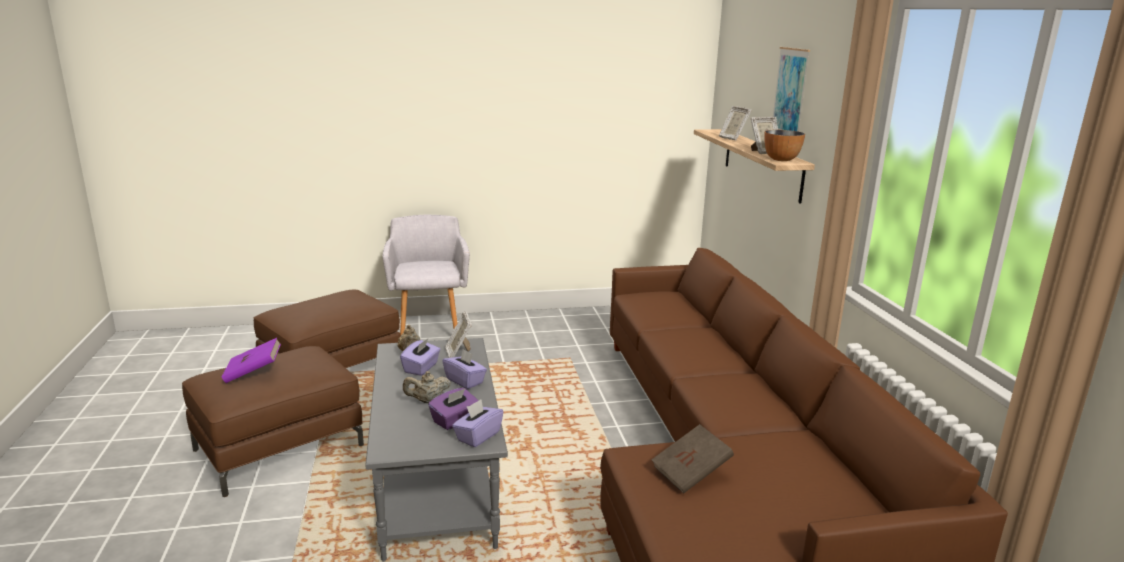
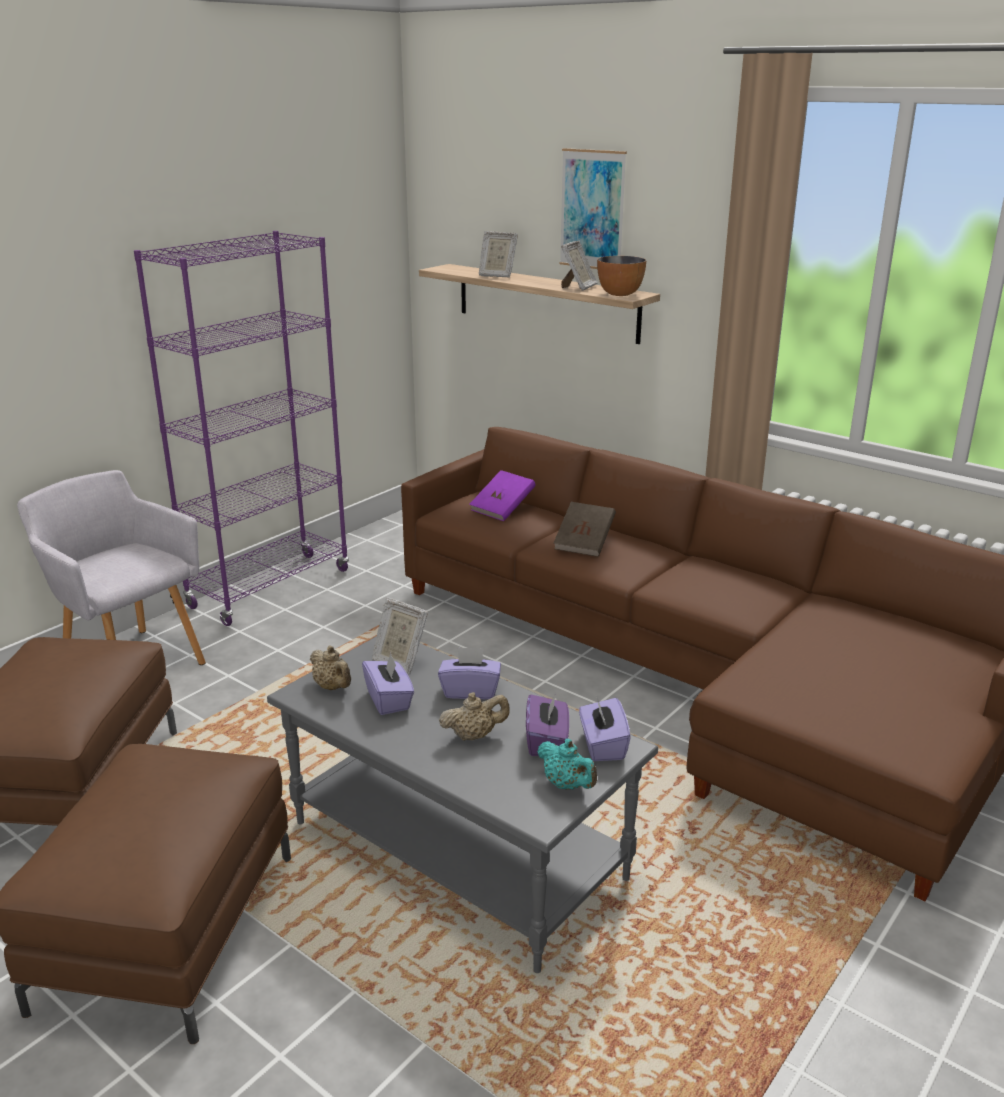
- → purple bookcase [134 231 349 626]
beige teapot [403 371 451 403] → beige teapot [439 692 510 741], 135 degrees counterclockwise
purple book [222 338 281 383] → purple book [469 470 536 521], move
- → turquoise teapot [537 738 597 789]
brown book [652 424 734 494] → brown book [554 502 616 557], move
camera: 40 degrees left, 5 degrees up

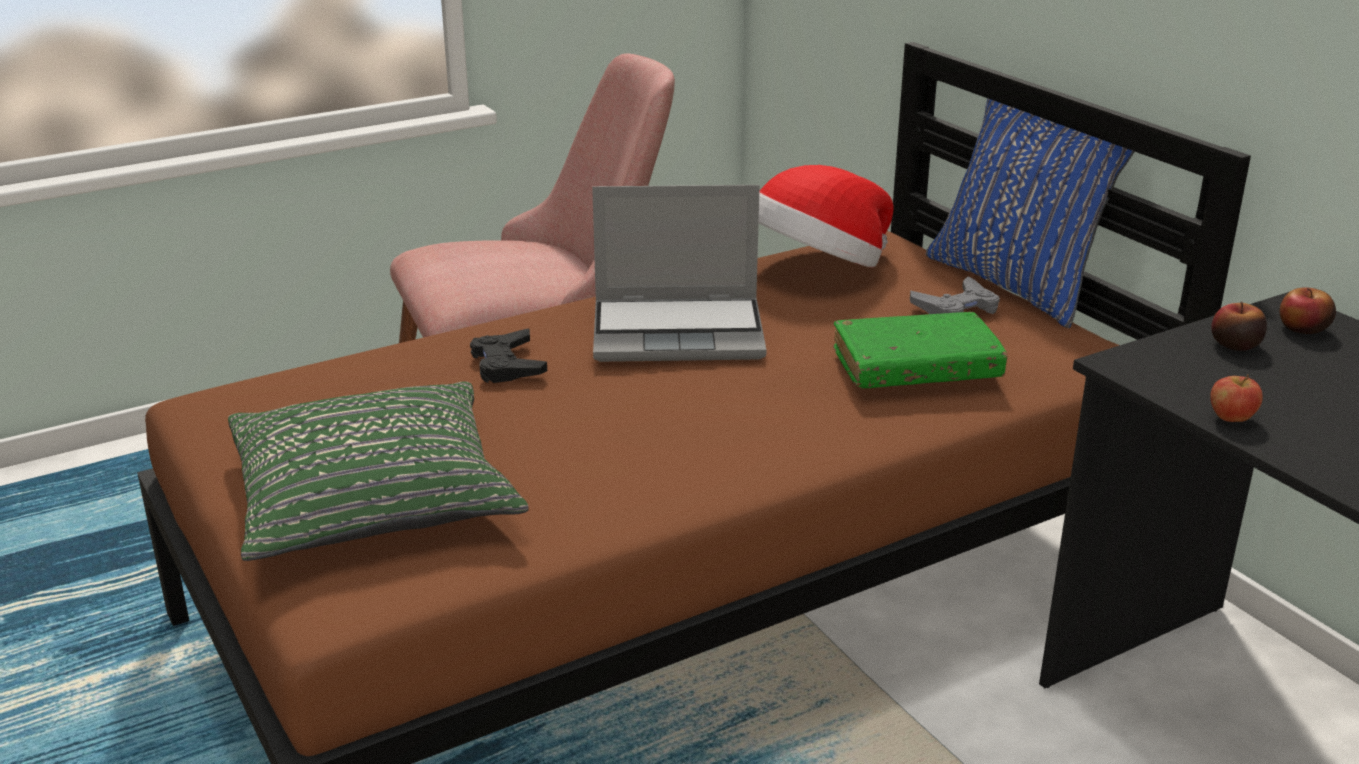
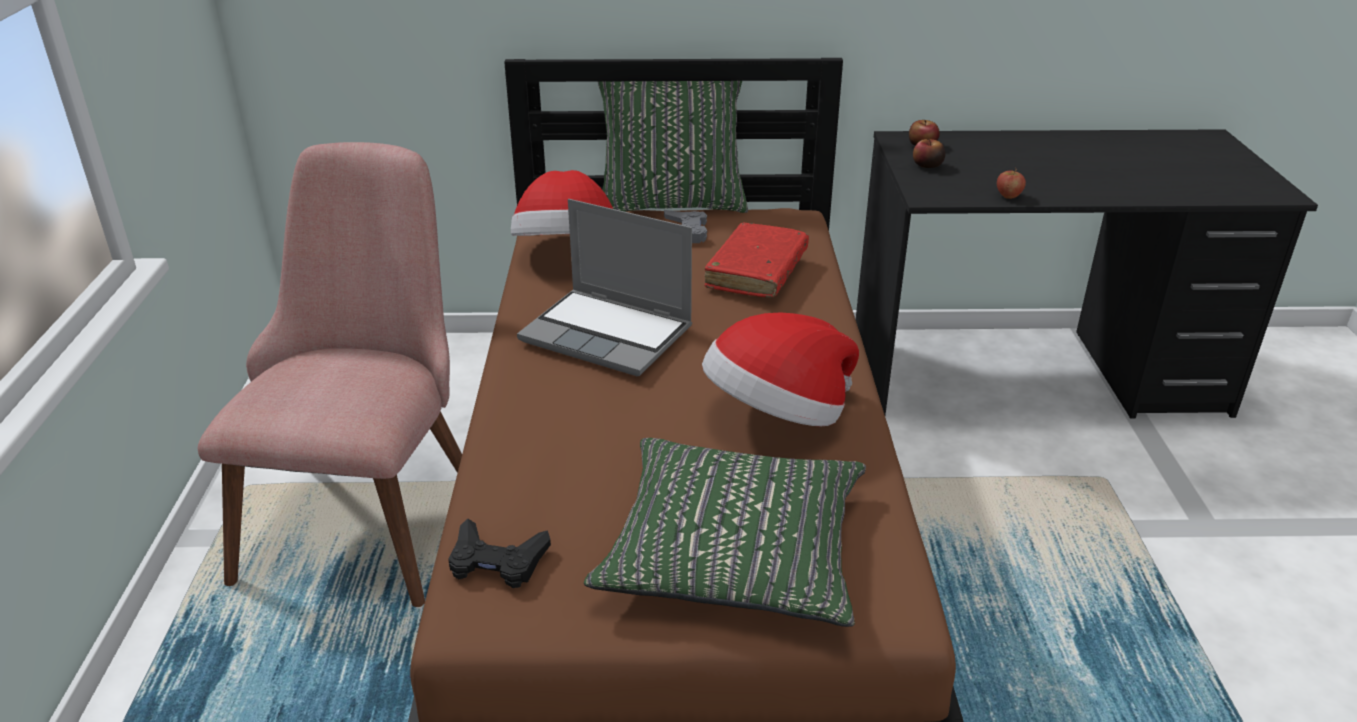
black game controller [470 328 547 383] → black game controller [449 518 551 588], move
laptop [592 185 766 362] → laptop [517 199 692 376], 90 degrees clockwise
blue pillow [926 98 1135 328] → green pillow [597 81 748 213]
- → hat [702 312 859 426]
green book [833 312 1008 388] → red book [704 223 809 298]
camera: 60 degrees left, 5 degrees up

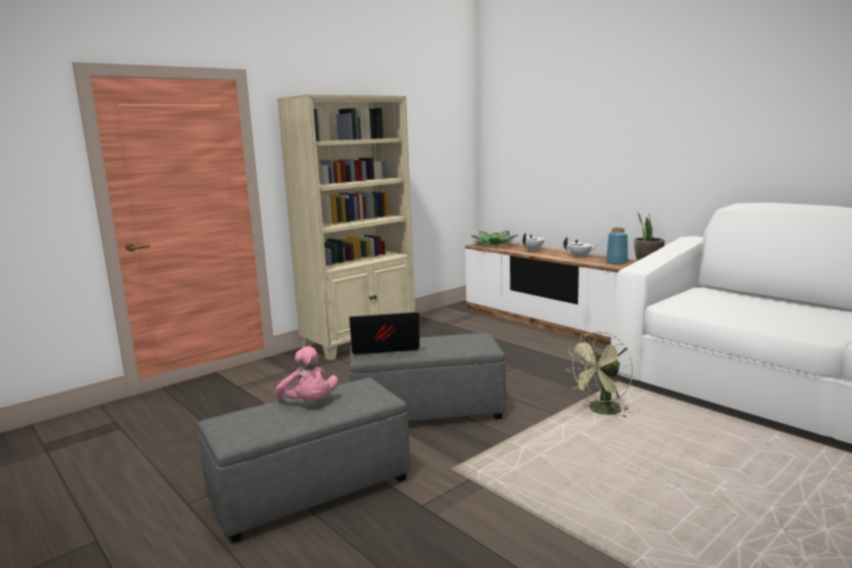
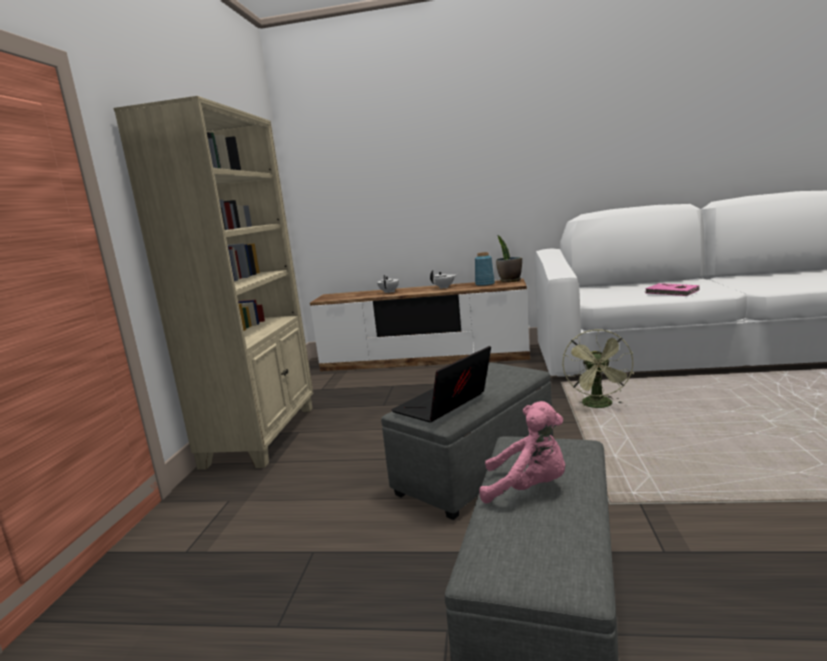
- → pink book [645 283 699 296]
potted plant [472 231 518 245] → -
camera: 40 degrees left, 0 degrees up

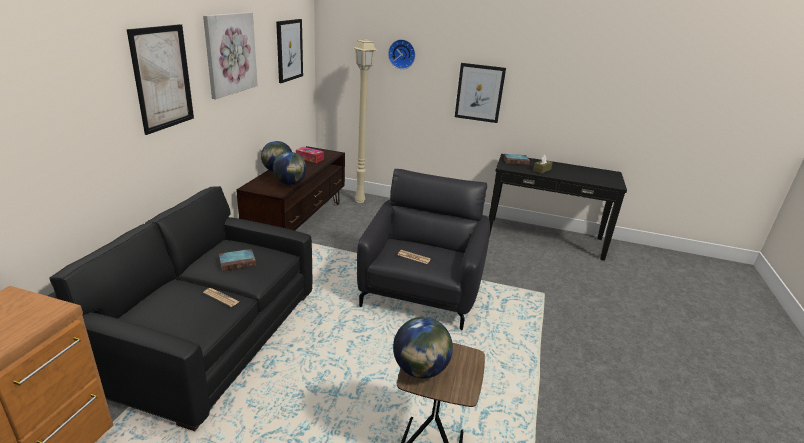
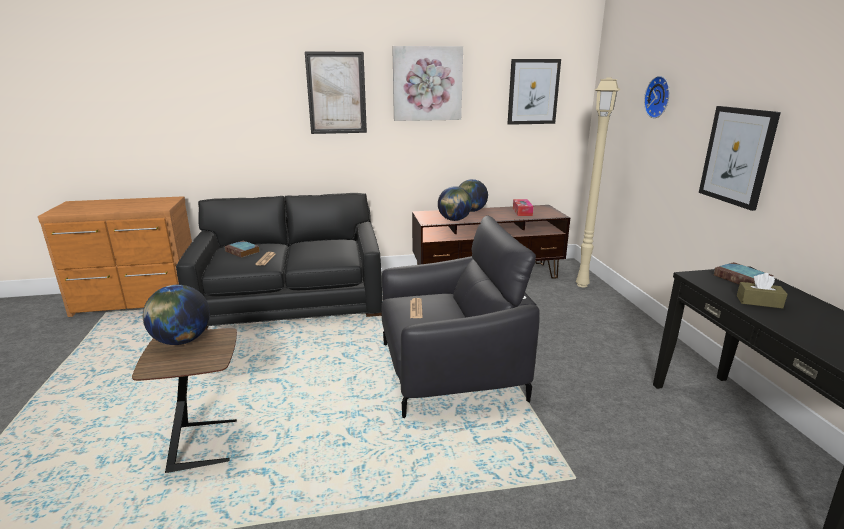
book [219 249 256 272] → book [224 241 260 258], move
camera: 65 degrees right, 5 degrees down

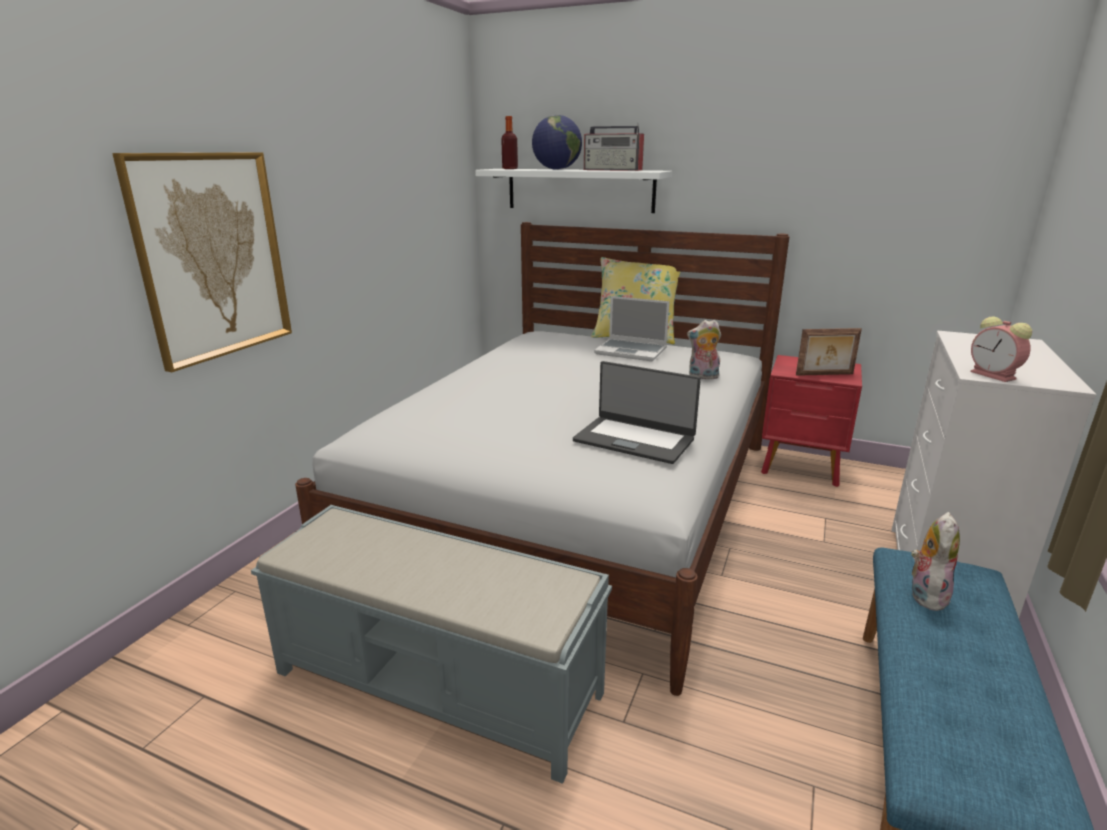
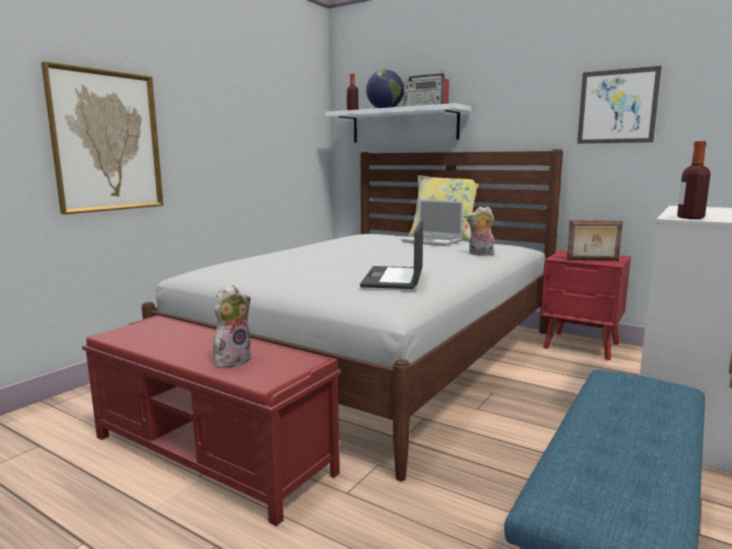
grey bench [251 505 612 784] → red bench [82 315 341 526]
plush toy [911 512 960 611] → plush toy [213 285 251 368], move
laptop [573 361 701 464] → laptop [360 220 423 289], 60 degrees clockwise
- → picture [577 66 662 144]
alarm clock [970 317 1032 382] → bottle [677 141 711 219]
camera: 10 degrees right, 10 degrees down

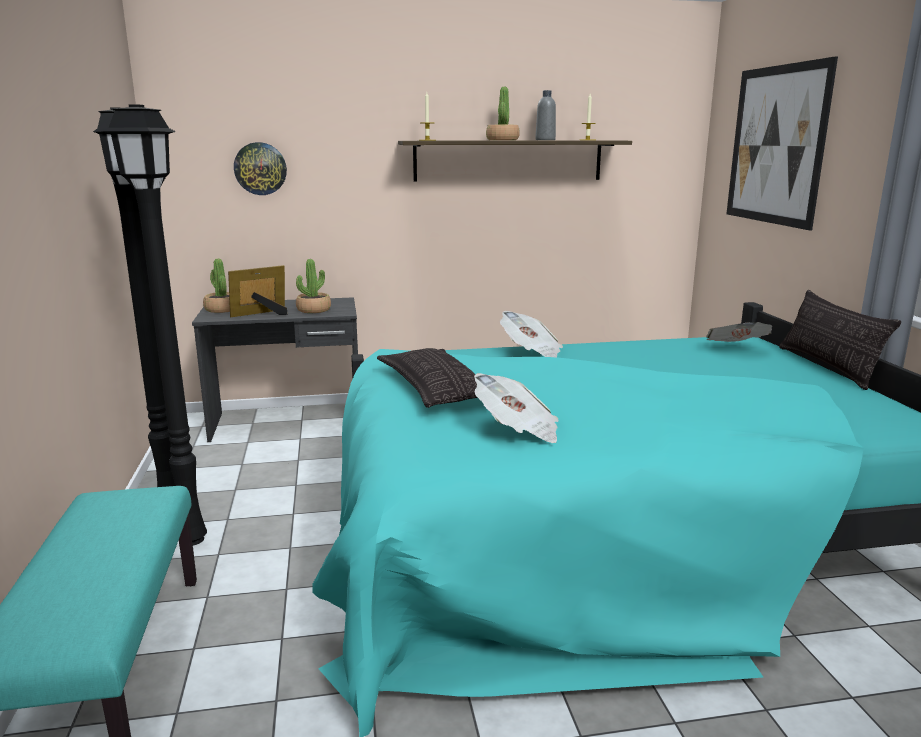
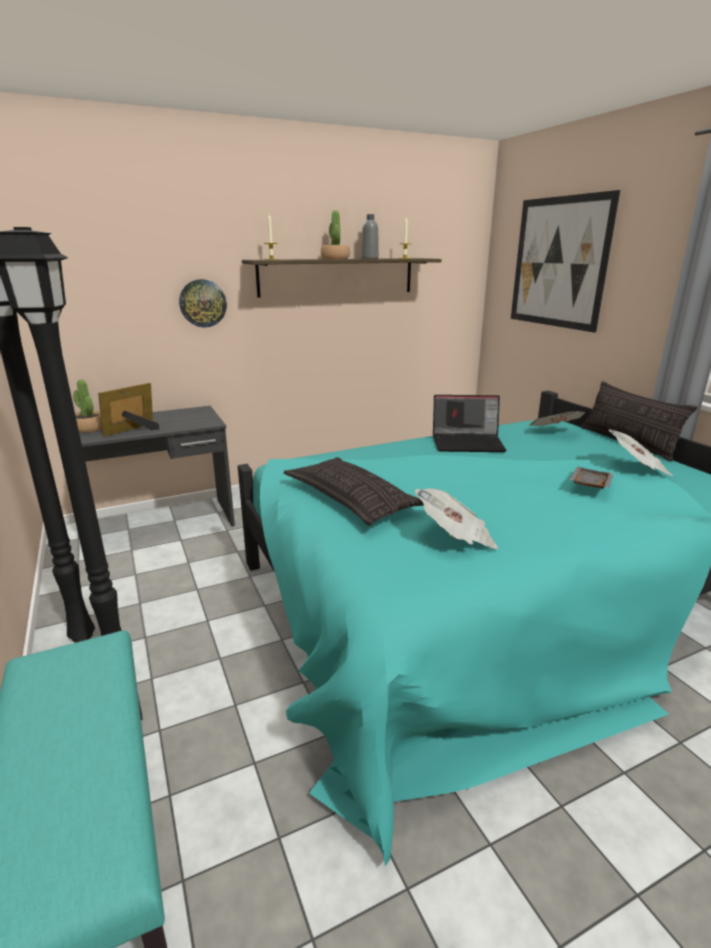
wall clock [234 142 287 195] → wall clock [179 279 227 328], move
- → laptop [433 395 506 452]
- → grey tray [569 466 613 489]
newspaper [500 311 563 357] → newspaper [608 429 673 476], move
potted plant [296 259 331 313] → -
camera: 15 degrees left, 5 degrees up

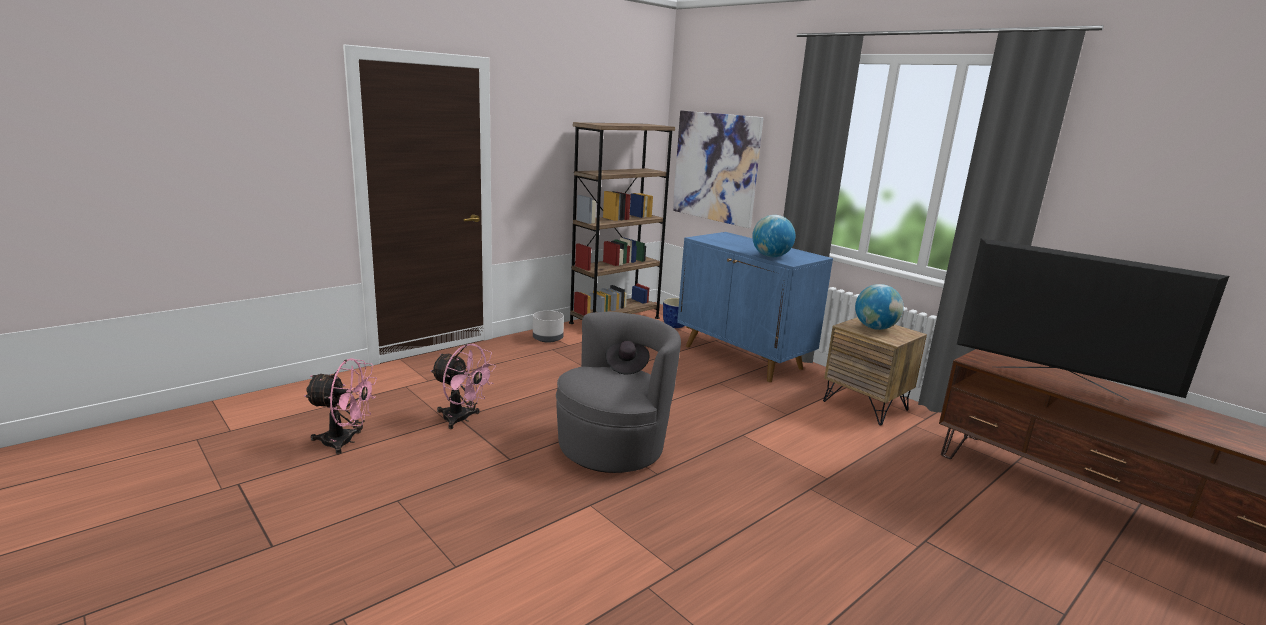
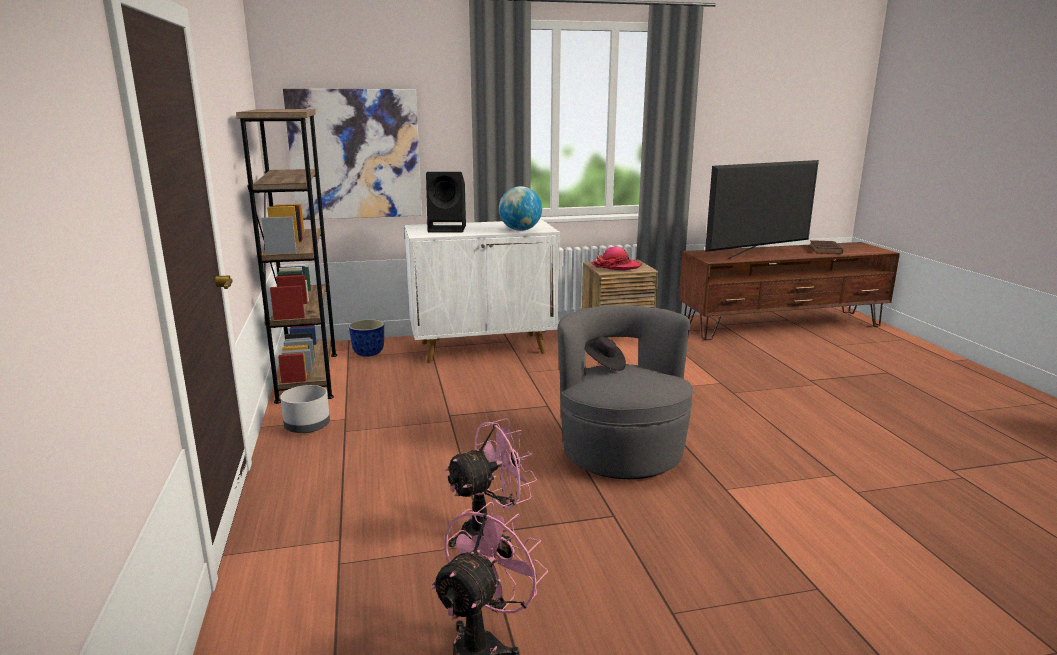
blue cabinet [677 232 833 382] → white cabinet [405 220 560 363]
- → black speaker [426 172 466 232]
globe [855 284 904 330] → hat [591 247 642 270]
- → brown book [809 240 843 254]
camera: 60 degrees left, 0 degrees up

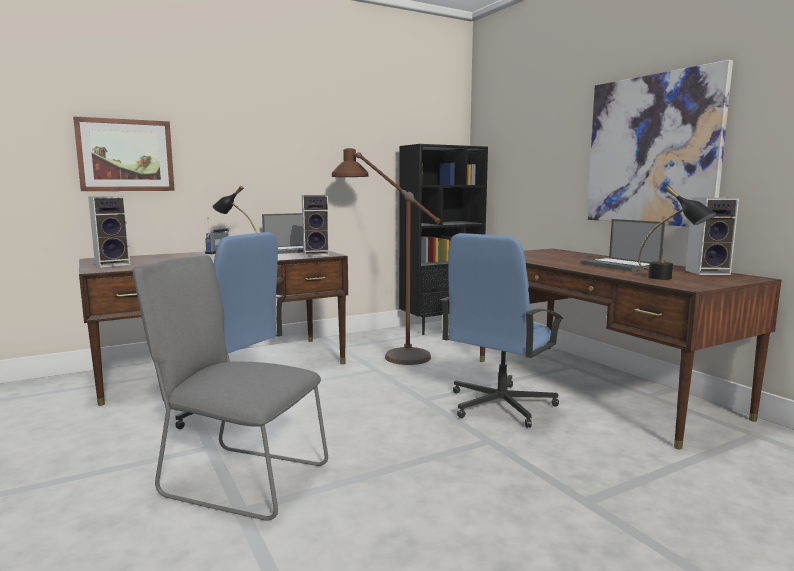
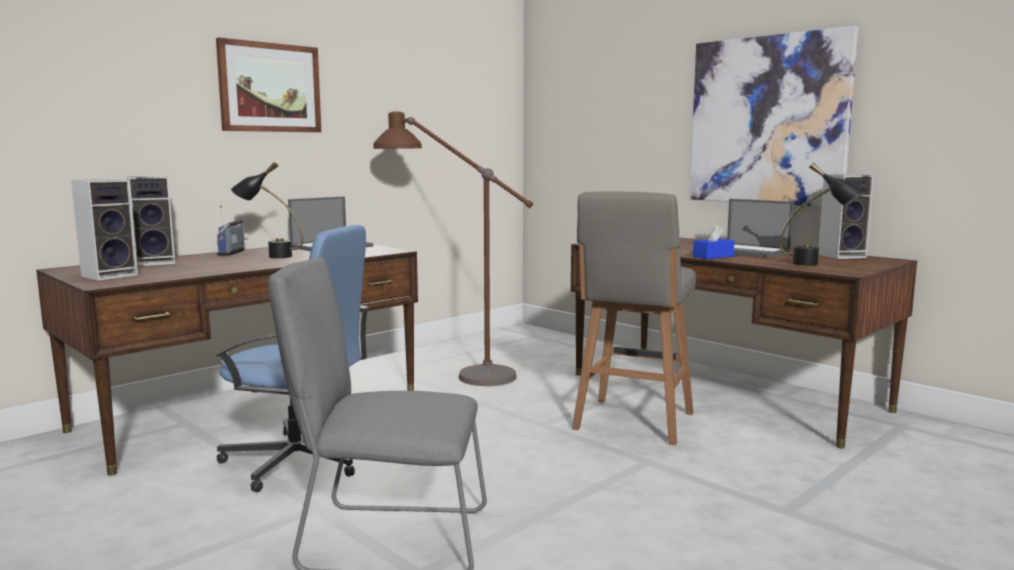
speaker [302 195 329 257] → speaker [127 176 175 266], move
picture [73 116 175 191] → picture [216 37 321 132], move
blue office chair [440 233 564 428] → grey stool [572 191 696 445]
- → blue tissue box [693 225 734 259]
black bookcase [399 144 488 335] → -
camera: 15 degrees left, 0 degrees up

